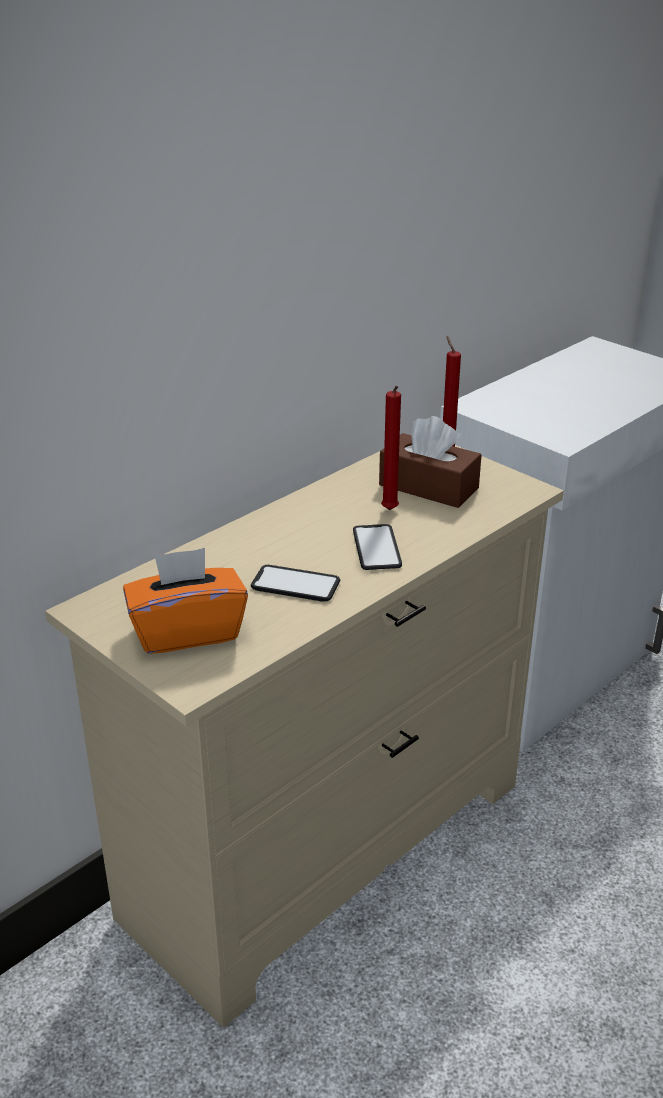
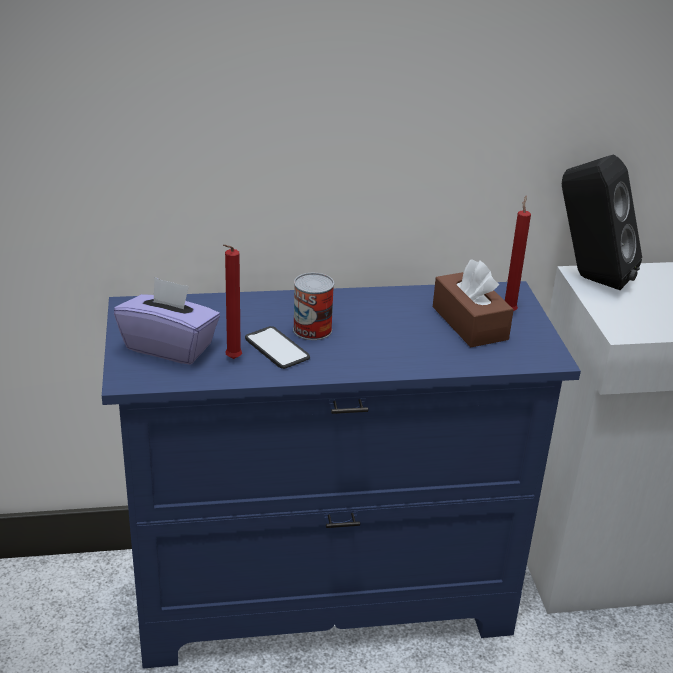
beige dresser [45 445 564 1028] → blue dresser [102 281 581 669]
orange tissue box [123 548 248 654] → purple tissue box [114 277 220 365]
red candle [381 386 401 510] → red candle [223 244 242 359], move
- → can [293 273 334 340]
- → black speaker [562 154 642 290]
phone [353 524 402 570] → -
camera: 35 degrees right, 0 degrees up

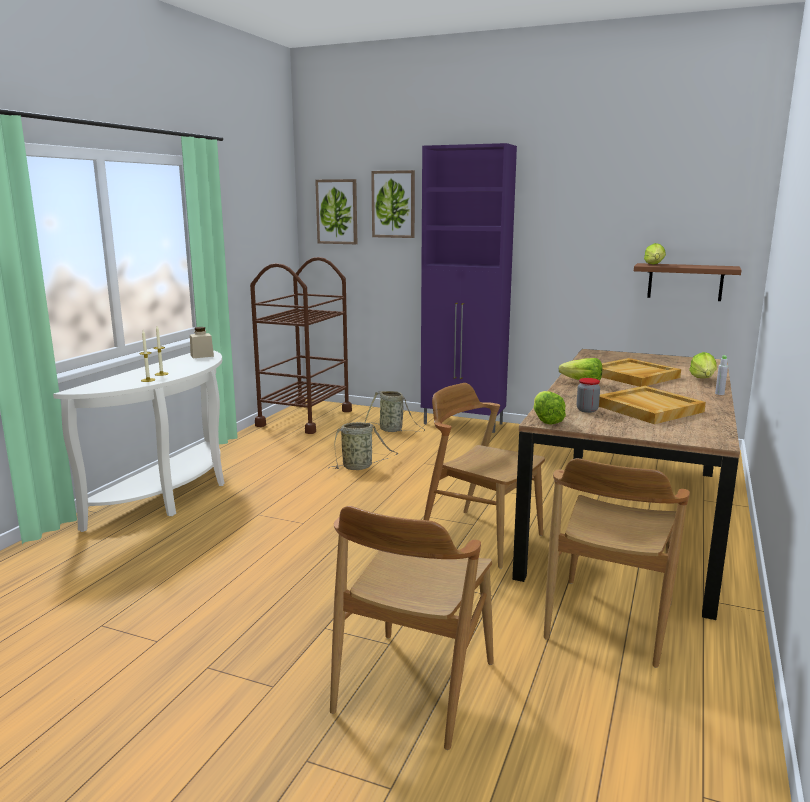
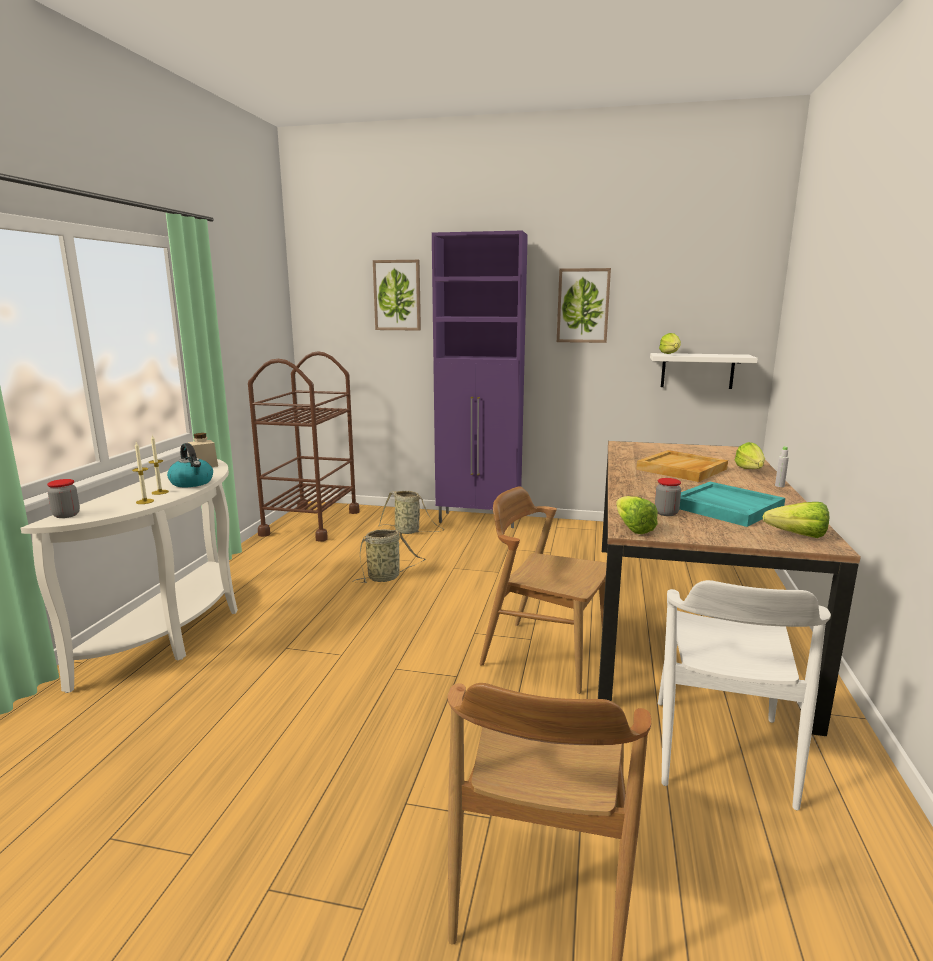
- → jar [47 479 80 518]
- → kettle [167 443 213 487]
picture [315 179 357 244] → picture [557 268 611 343], move
brown shelf [634 263 742 301] → white shelf [650 353 758 389]
brown chair [544 458 690 668] → white chair [658 580 831 811]
beige tray [599 386 706 424] → turquoise tray [679 482 785 527]
lettuce [559 358 602 381] → lettuce [763 502 829 538], move
camera: 10 degrees left, 0 degrees up

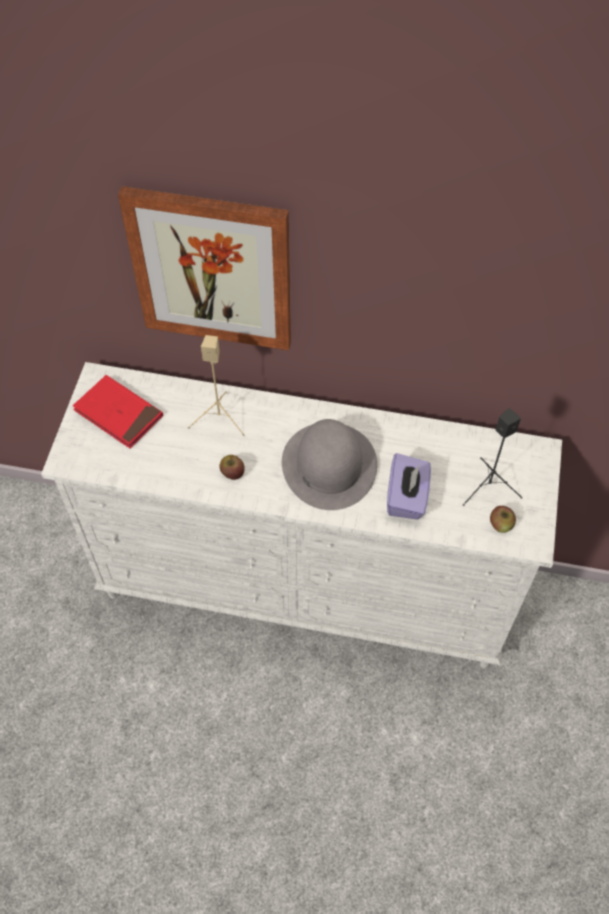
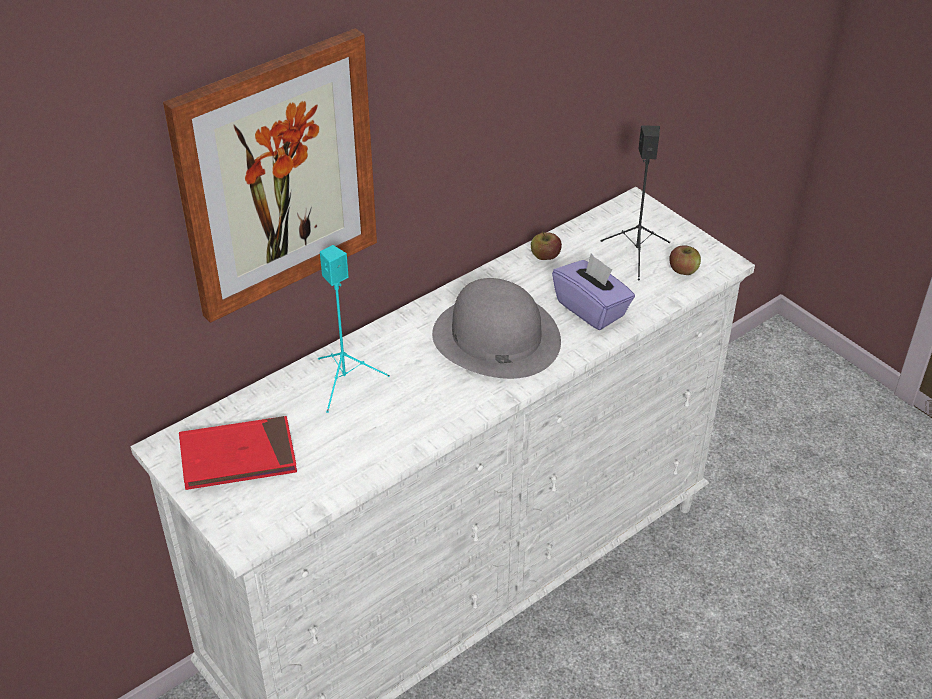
beige speaker [188 335 245 436] → turquoise speaker [318 245 390 413]
apple [219 455 245 480] → apple [531 231 562 260], move
camera: 50 degrees left, 15 degrees down

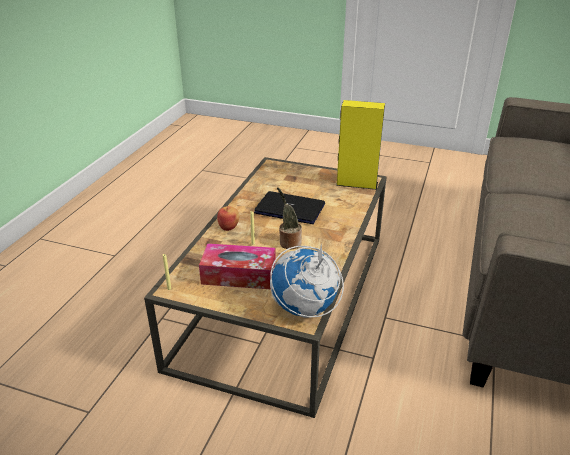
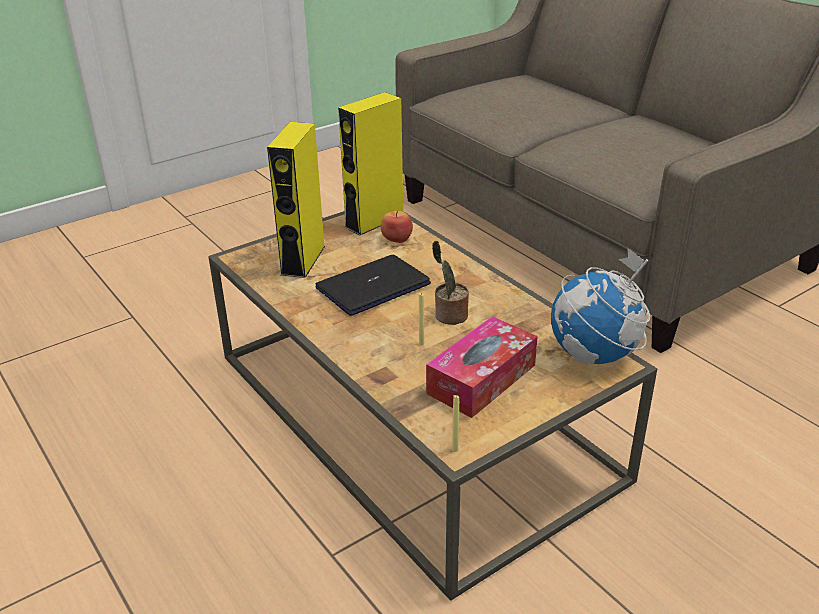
- → yellow speaker [267 122 325 278]
apple [217 206 239 231] → apple [381 211 413 243], move
camera: 55 degrees left, 0 degrees up

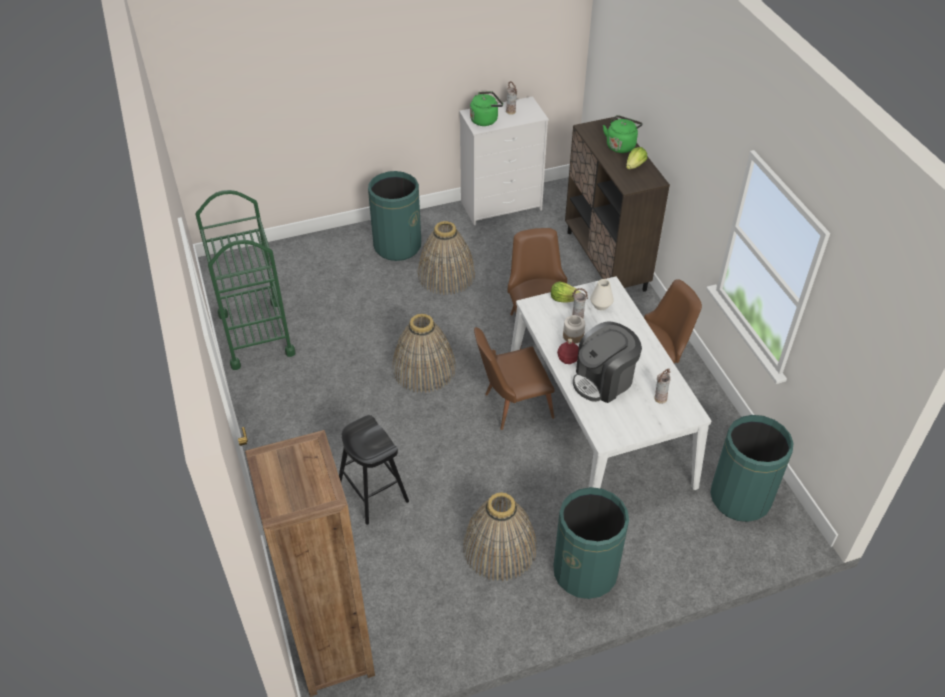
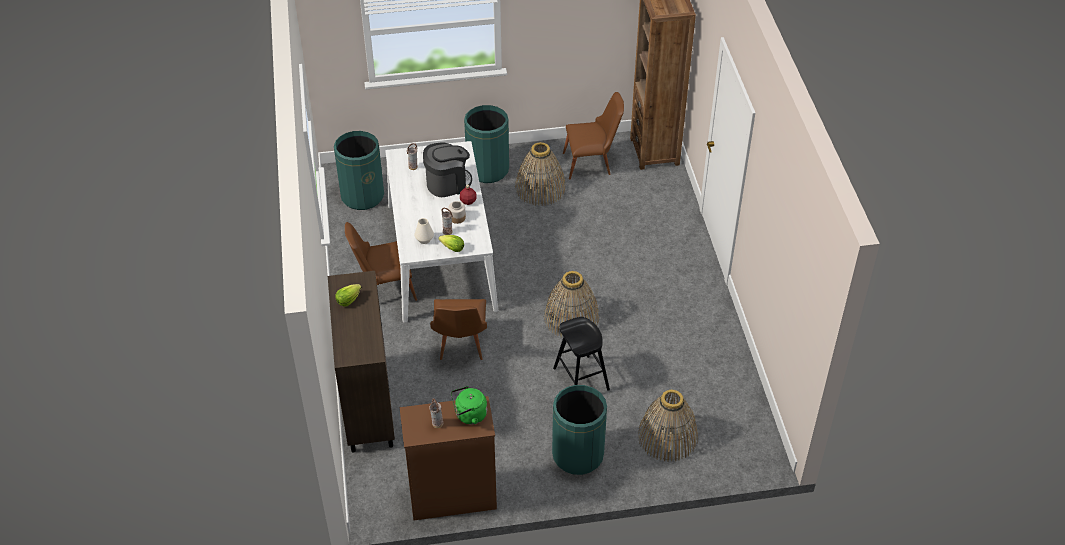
white dresser [459 96 549 225] → brown dresser [400 396 497 520]
black stool [339 415 409 525] → black stool [553 317 610 391], move
brown chair [474 327 555 430] → brown chair [563 92 624 180], move
basket [417 221 475 295] → basket [639 390 698 461], move
green cart [196 190 296 370] → -
green kettle [603 115 643 153] → -
camera: 170 degrees left, 0 degrees up

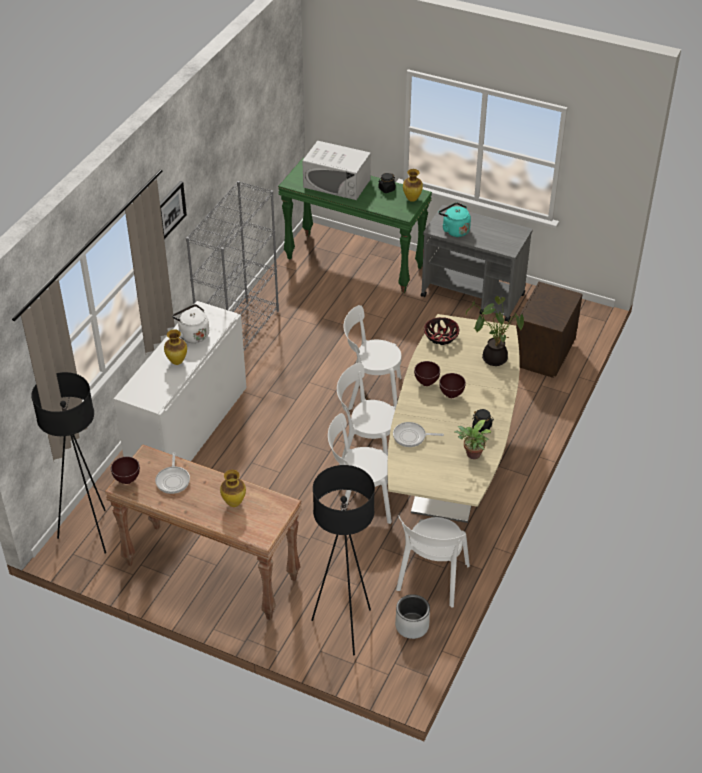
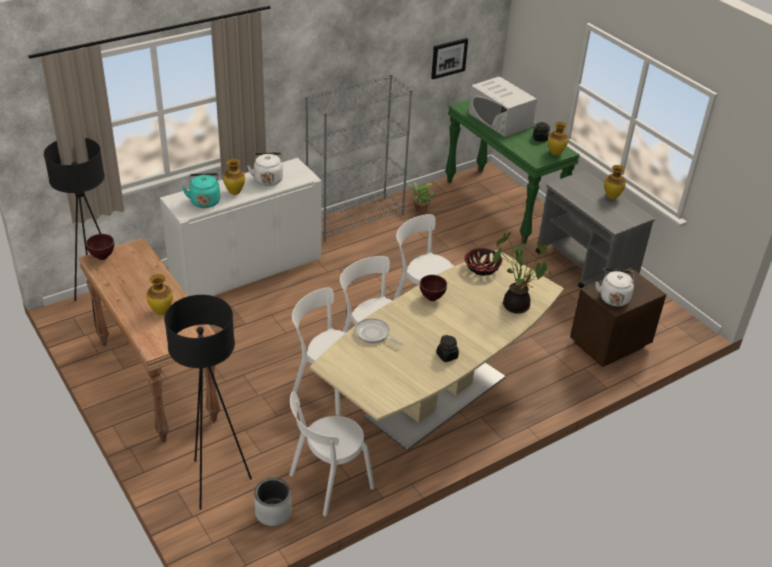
turquoise kettle [438 203 471 237] → turquoise kettle [182 173 220 208], move
potted plant [454 420 491 459] → potted plant [407 182 435 213], move
picture [160 181 187 239] → picture [431 38 468 79], move
- → white kettle [596 268 634 306]
- → vase [604 165 626 199]
frying pan [155 452 190 494] → -
brown bowl [439 373 466 398] → -
camera: 30 degrees right, 5 degrees down

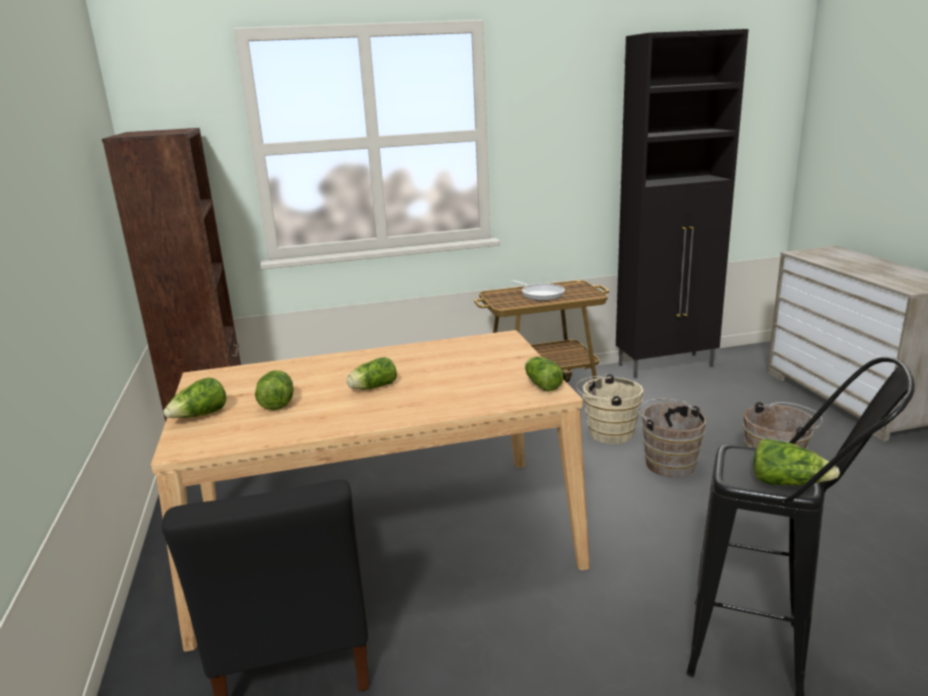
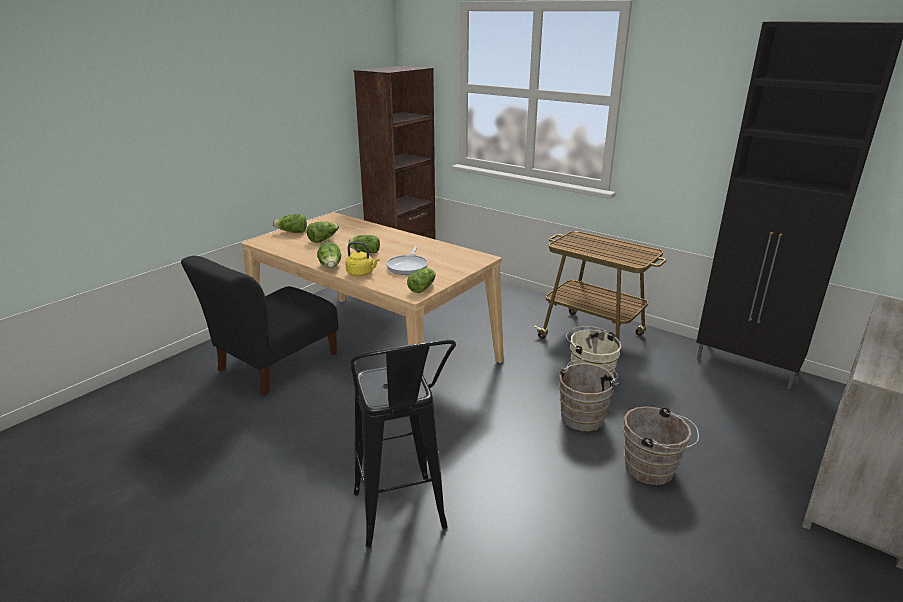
lettuce [754 438 840 485] → lettuce [317 242 341 268], move
- → yellow kettle [345 242 380 276]
frying pan [511 280 565 301] → frying pan [386 246 428 275], move
camera: 50 degrees right, 5 degrees up

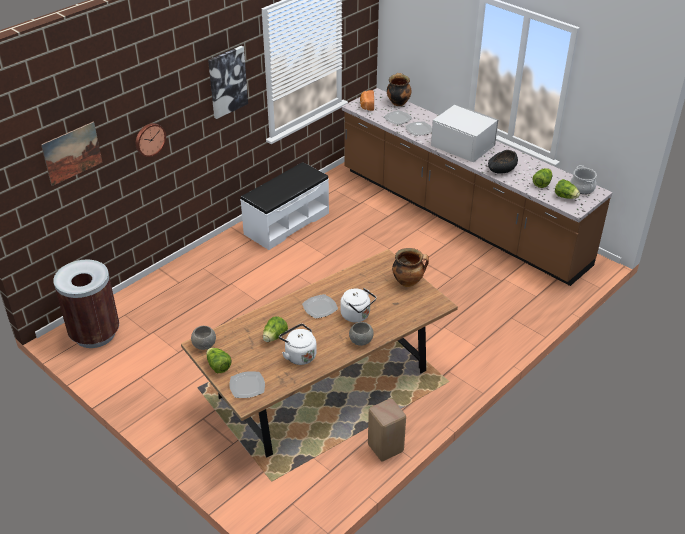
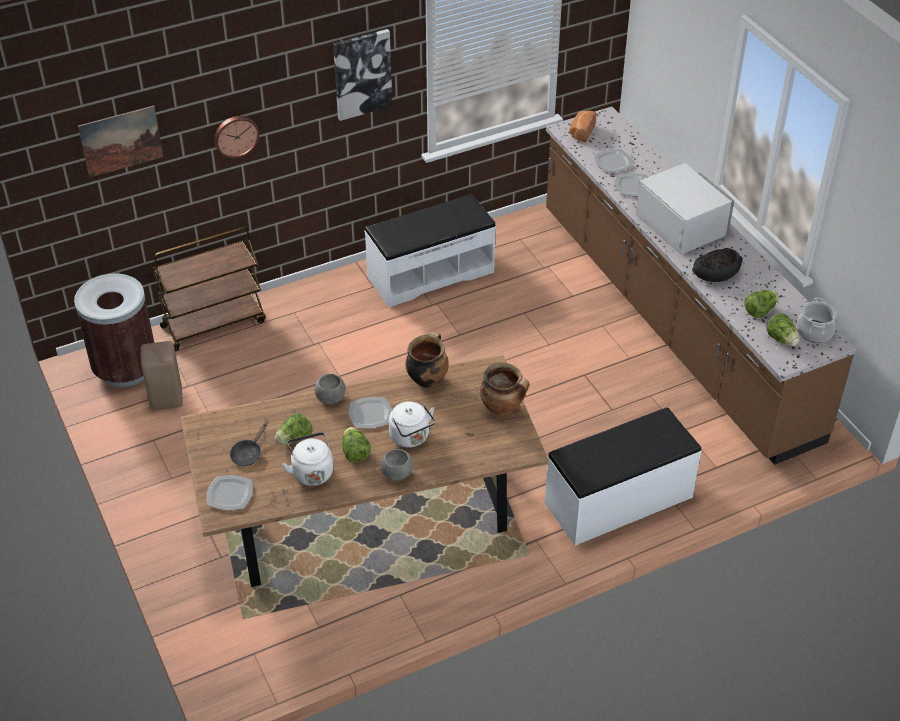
beige stool [368 398 406 461] → beige stool [141 341 183 410], move
- → brown cart [152 227 266 351]
- → black frying pan [230 423 267 466]
grey bowl [191 326 216 350] → grey bowl [315 374 346 404], move
lettuce [206 348 231 373] → lettuce [342 427 371 463], move
cooking pot [387 73 411 106] → cooking pot [405 331 449 388], move
- → white bench [545 407 702 545]
camera: 20 degrees right, 5 degrees up

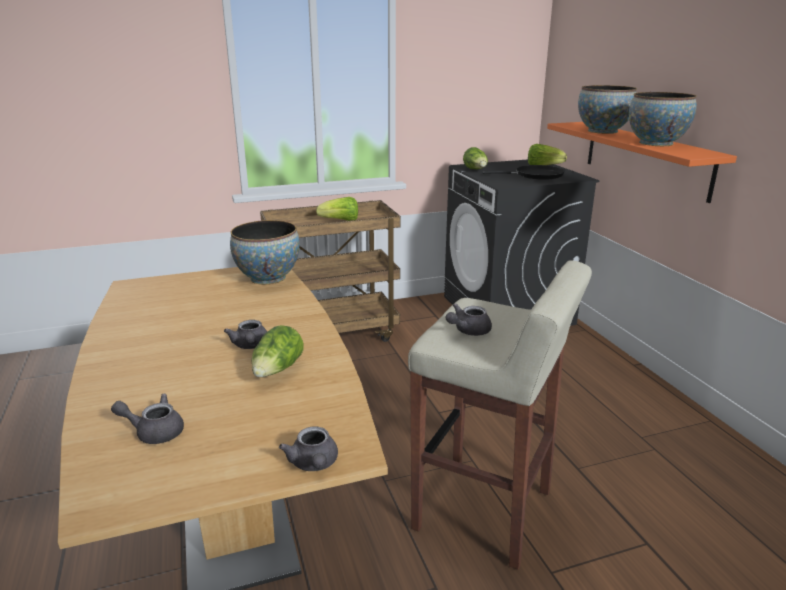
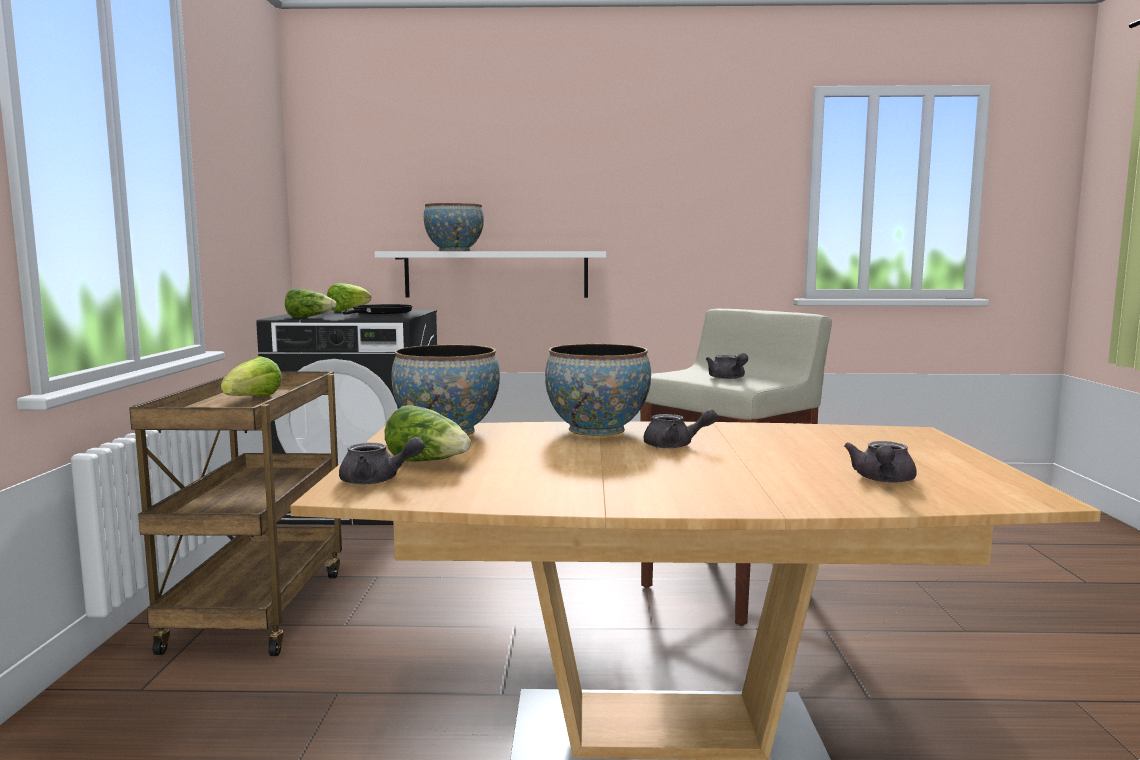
grey teapot [279 426 338 471] → grey teapot [339 437 425 485], move
orange shelf [547 122 737 203] → white shelf [375 252 606 298]
lettuce [252 325 304 377] → lettuce [385 405 471 462], move
bowl [629 92 697 146] → bowl [545 344 651 436], move
camera: 70 degrees left, 15 degrees down

